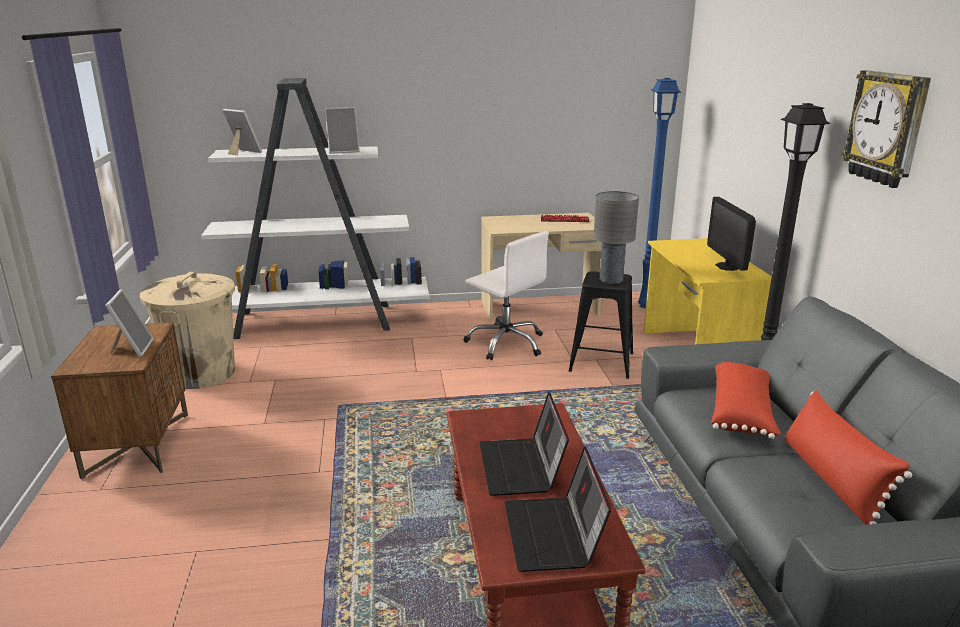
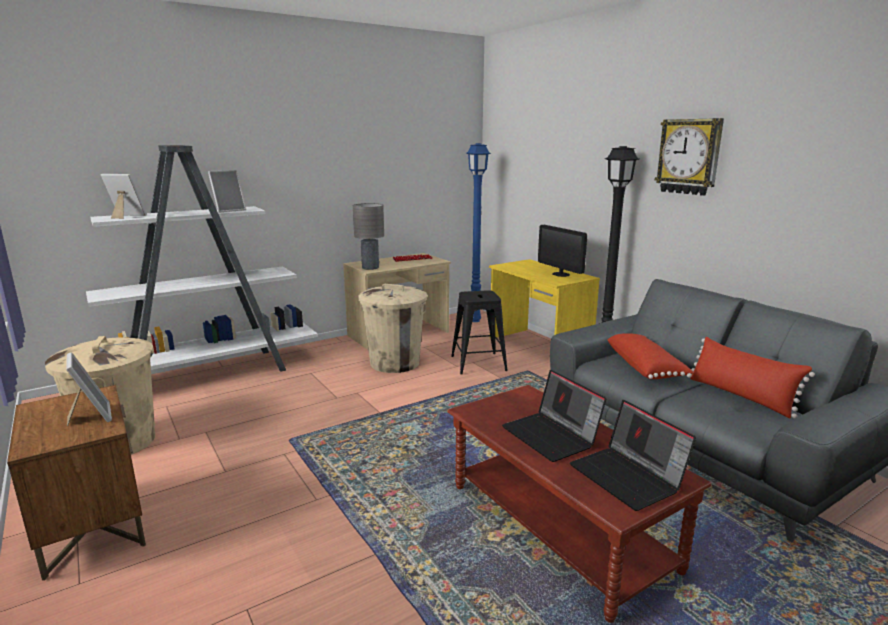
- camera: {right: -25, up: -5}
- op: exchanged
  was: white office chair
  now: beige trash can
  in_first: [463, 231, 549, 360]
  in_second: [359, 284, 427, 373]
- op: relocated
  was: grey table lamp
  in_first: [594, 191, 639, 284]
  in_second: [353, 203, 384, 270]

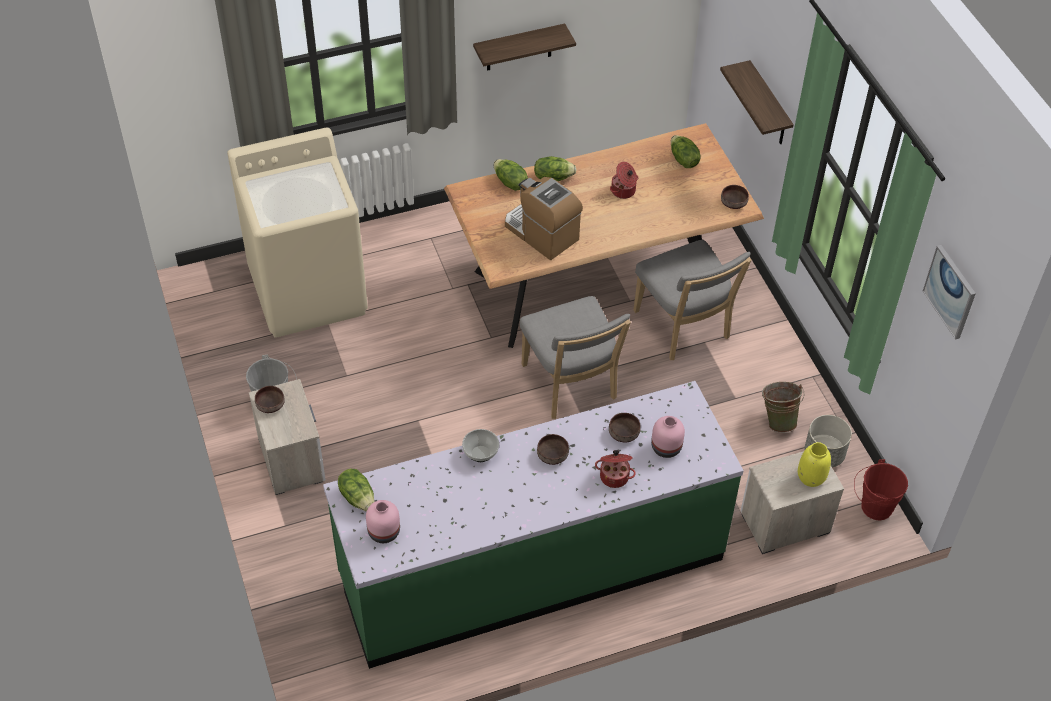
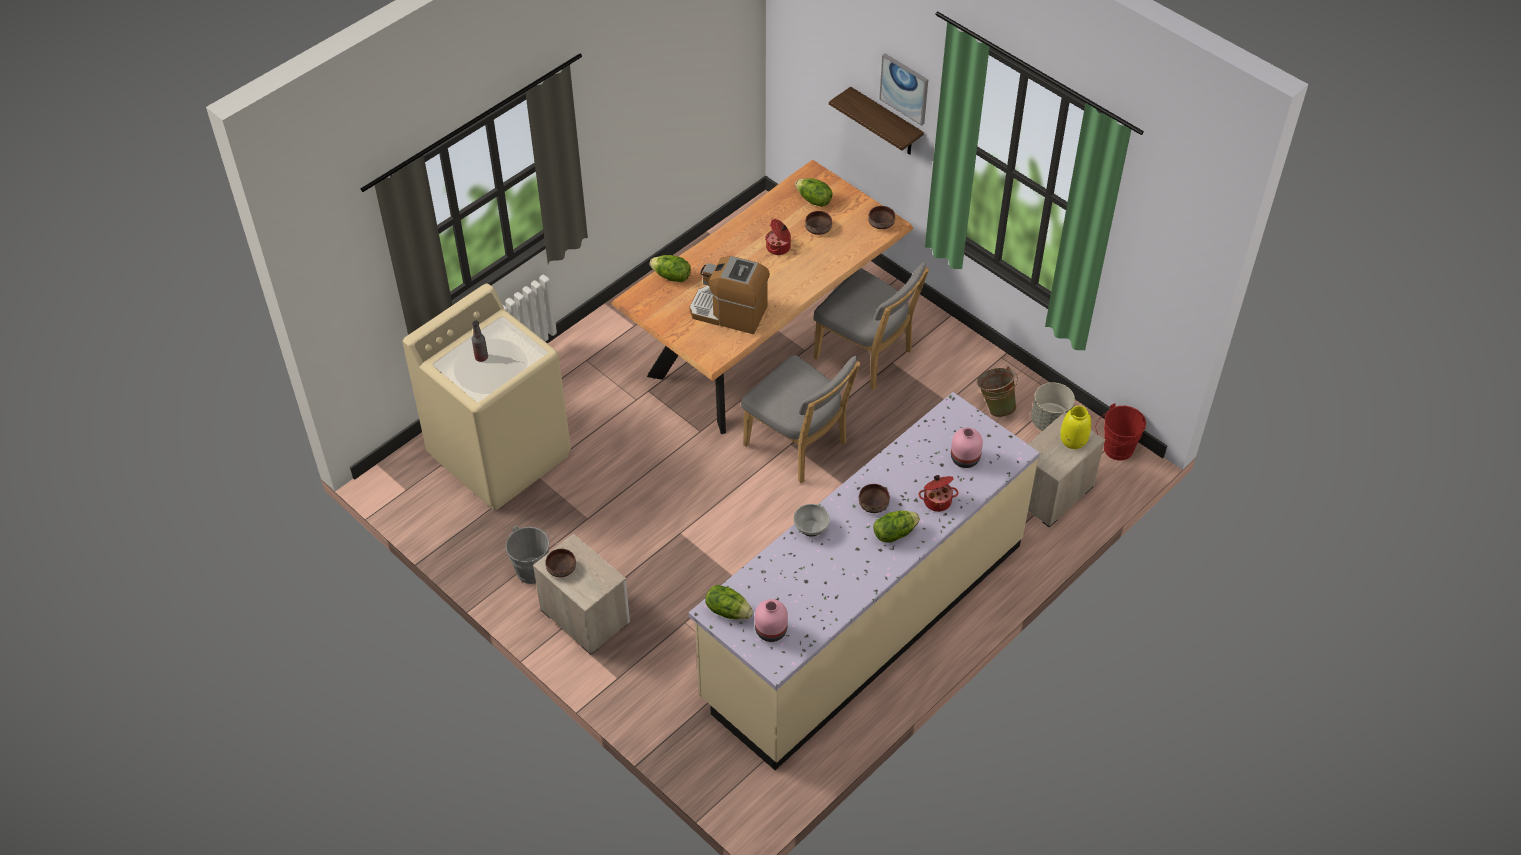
- camera: {right: -25, up: 0}
- op: colour
  was: green counter
  now: beige counter
  in_first: [323, 381, 744, 669]
  in_second: [689, 392, 1040, 770]
- op: missing
  was: shelf
  in_first: [473, 24, 576, 71]
- op: relocated
  was: lettuce
  in_first: [534, 156, 577, 181]
  in_second: [873, 510, 920, 543]
- op: relocated
  was: brown bowl
  in_first: [609, 413, 641, 443]
  in_second: [805, 211, 832, 235]
- op: relocated
  was: picture
  in_first: [923, 245, 976, 340]
  in_second: [879, 53, 928, 126]
- op: appeared
  now: bottle
  in_second: [472, 321, 488, 362]

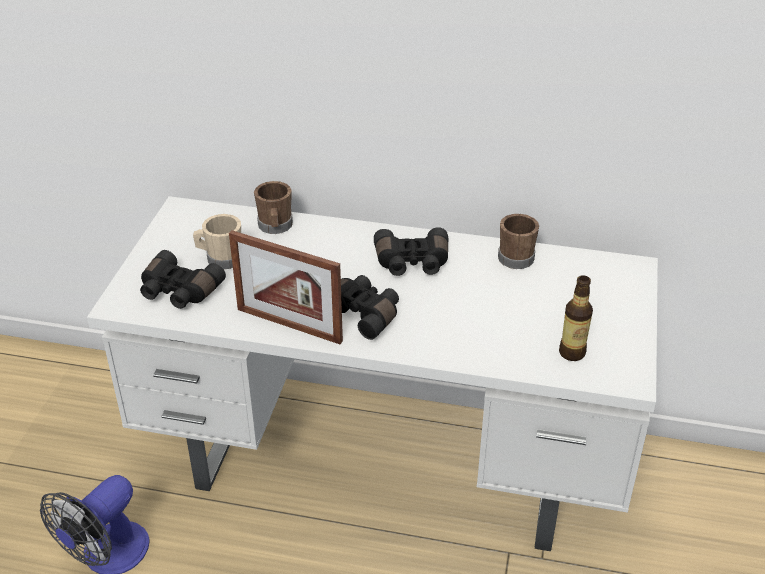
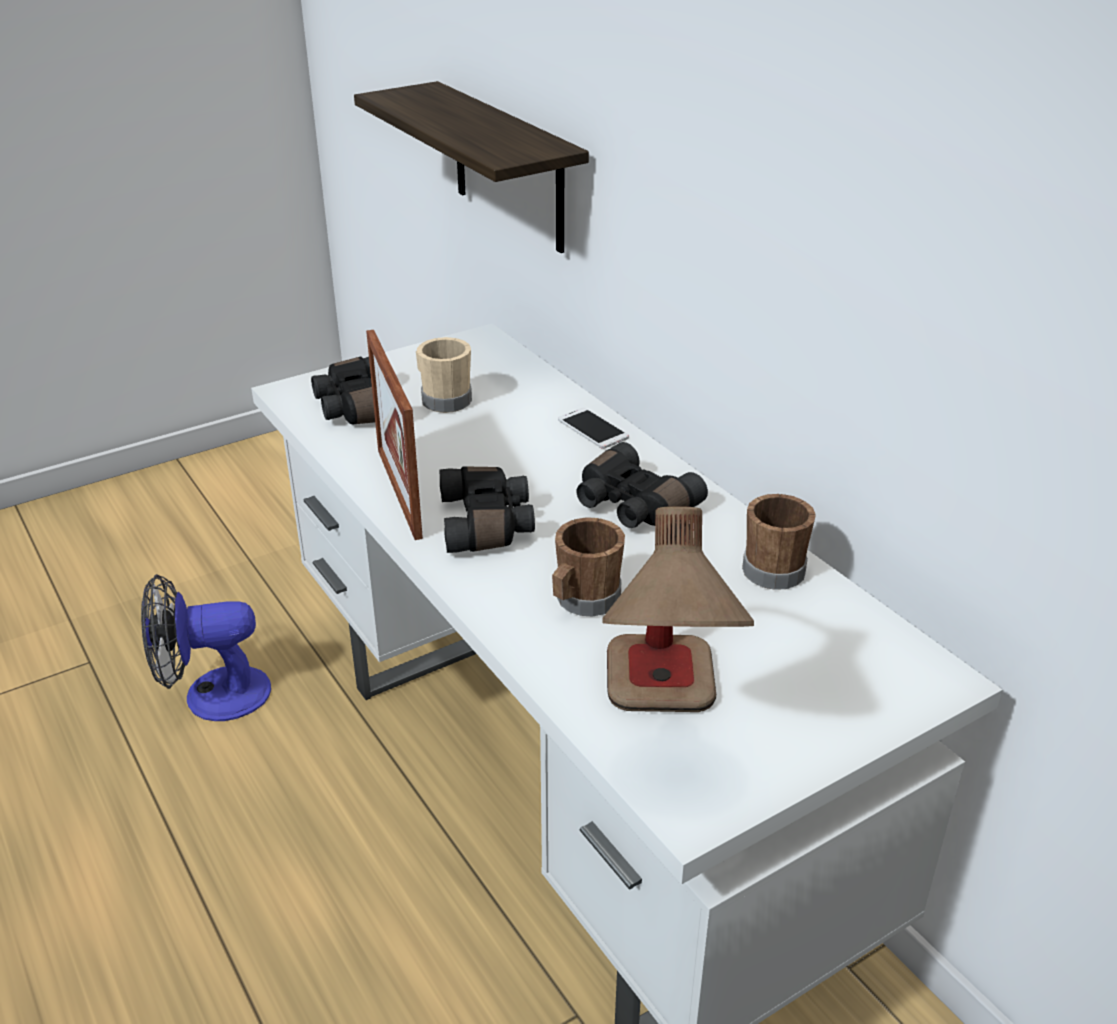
- camera: {right: 45, up: -5}
- op: relocated
  was: brown mug
  in_first: [254, 181, 293, 234]
  in_second: [552, 517, 625, 617]
- op: exchanged
  was: bottle
  now: table lamp
  in_first: [559, 275, 593, 361]
  in_second: [603, 506, 754, 712]
- op: appeared
  now: shelf
  in_second: [354, 81, 589, 253]
- op: appeared
  now: phone
  in_second: [558, 408, 629, 449]

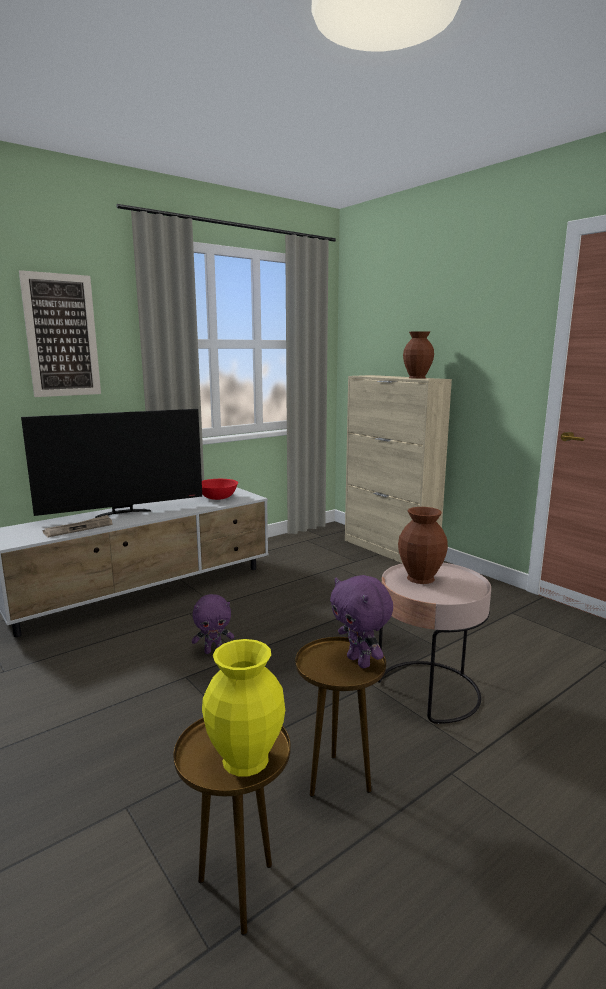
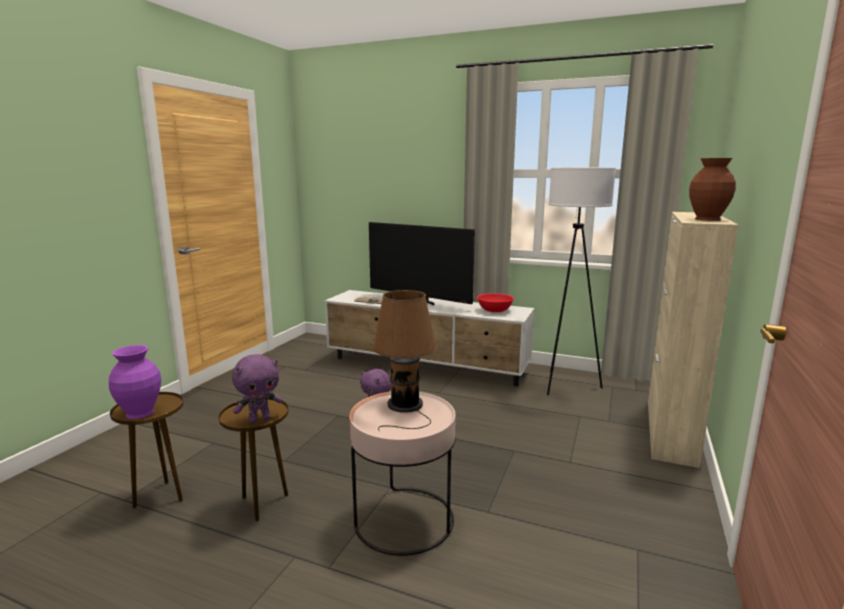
- camera: {right: 60, up: 0}
- op: missing
  was: picture
  in_first: [19, 270, 101, 397]
- op: colour
  was: yellow vase
  now: purple vase
  in_first: [202, 639, 285, 776]
  in_second: [109, 345, 161, 419]
- op: spun
  was: purple plush toy
  in_first: [330, 575, 393, 668]
  in_second: [232, 354, 283, 424]
  clockwise: -150
- op: exchanged
  was: brown vase
  now: brown table lamp
  in_first: [398, 507, 448, 584]
  in_second: [373, 290, 436, 430]
- op: appeared
  now: white floor lamp
  in_second: [547, 167, 616, 395]

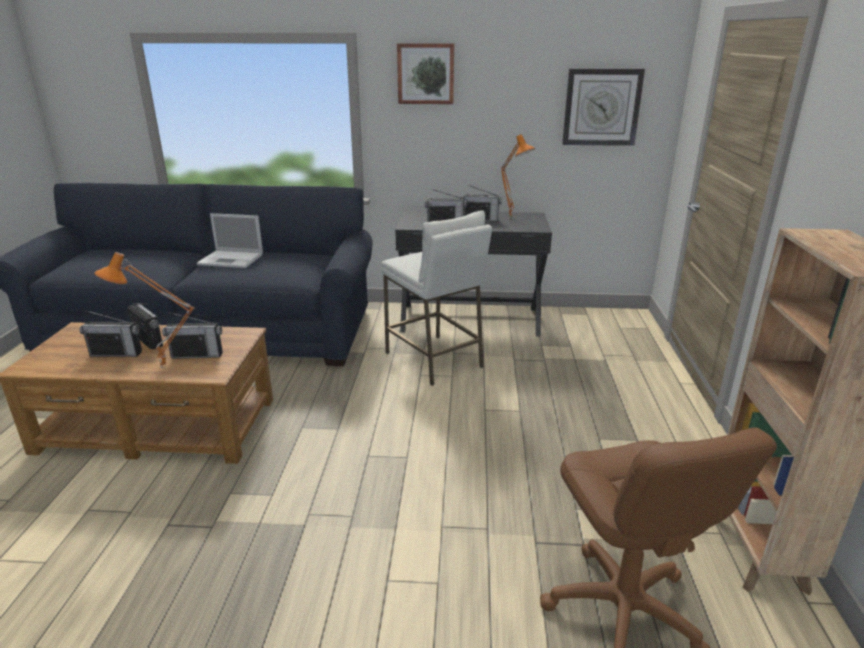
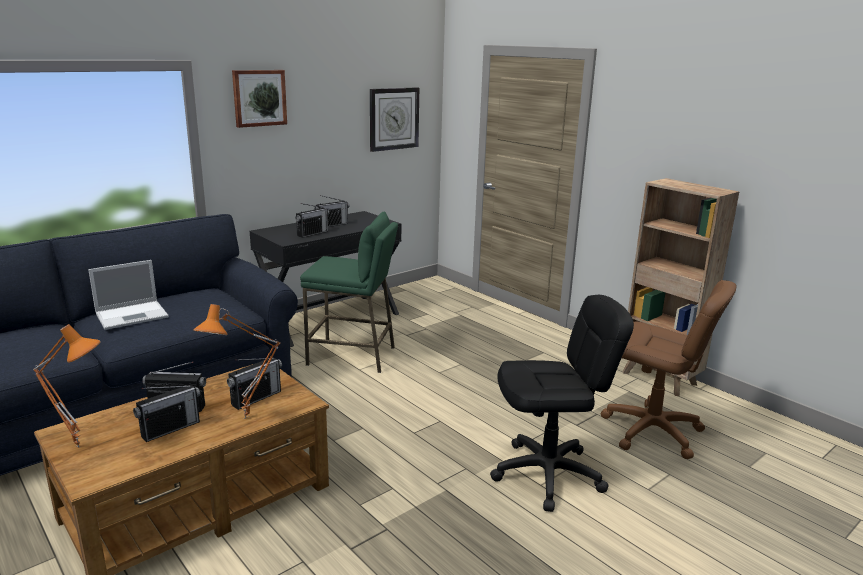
- camera: {right: -45, up: -5}
- op: colour
  was: white stool
  now: green stool
  in_first: [381, 211, 492, 386]
  in_second: [300, 211, 398, 373]
- op: relocated
  was: orange table lamp
  in_first: [501, 134, 535, 219]
  in_second: [33, 324, 101, 448]
- op: appeared
  now: black office chair
  in_second: [490, 295, 634, 512]

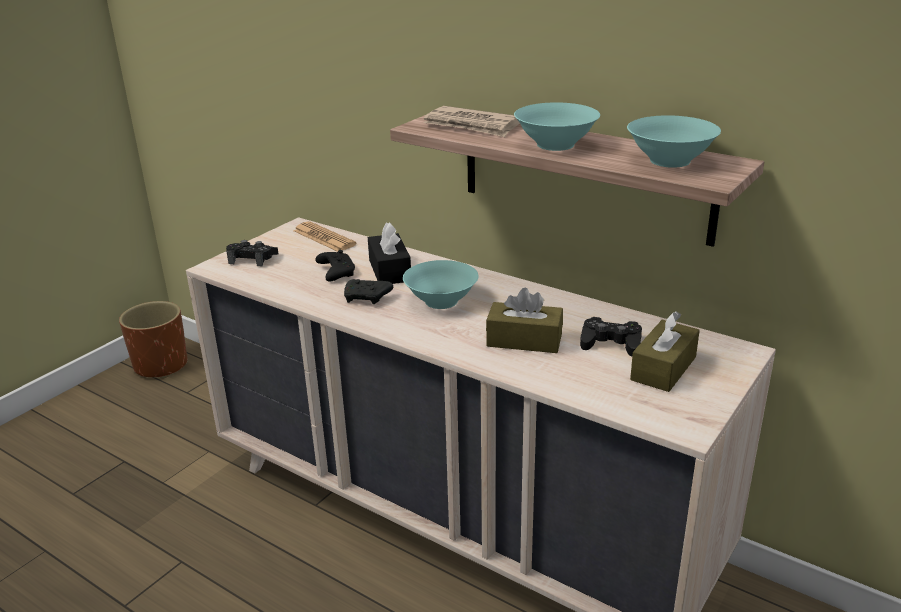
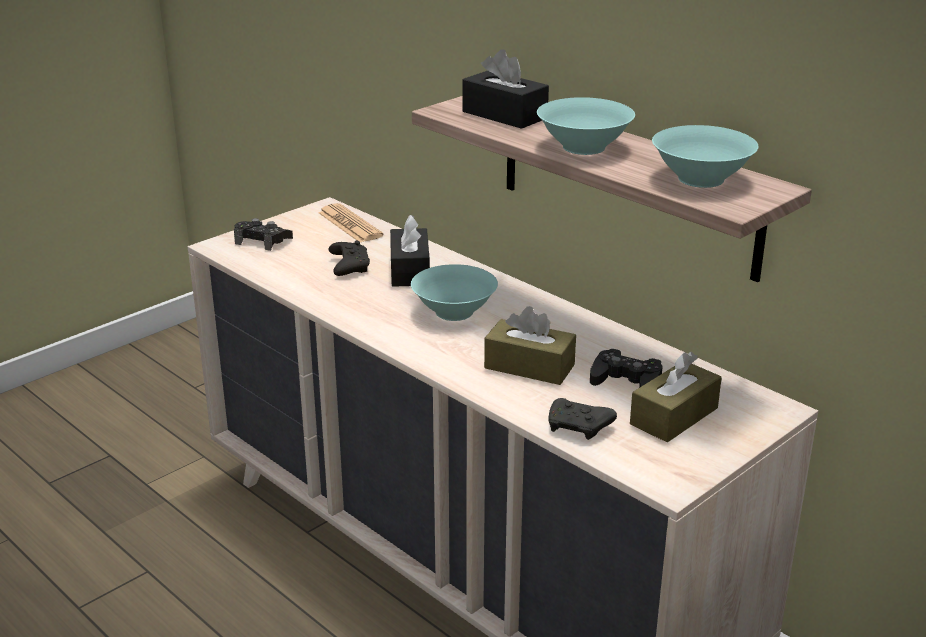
- camera: {right: 10, up: 0}
- op: missing
  was: brown planter
  in_first: [119, 301, 188, 379]
- op: relocated
  was: black game controller
  in_first: [344, 279, 393, 304]
  in_second: [548, 398, 617, 440]
- op: exchanged
  was: newspaper
  now: black tissue box
  in_first: [423, 106, 520, 137]
  in_second: [462, 49, 549, 129]

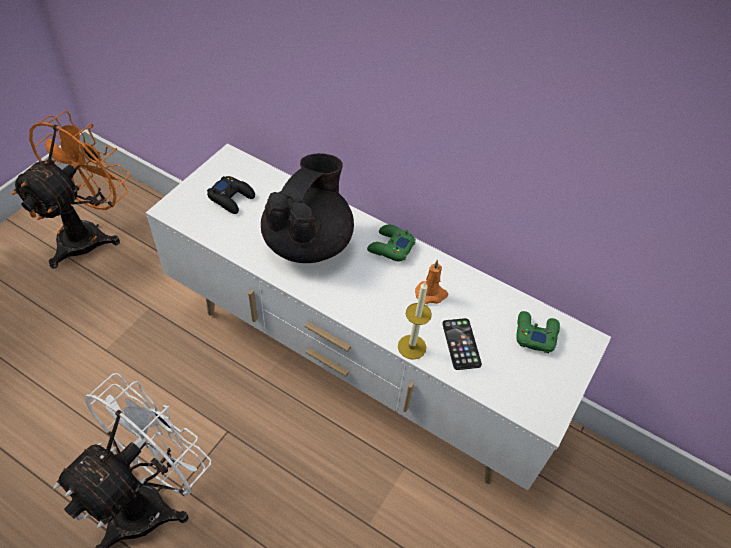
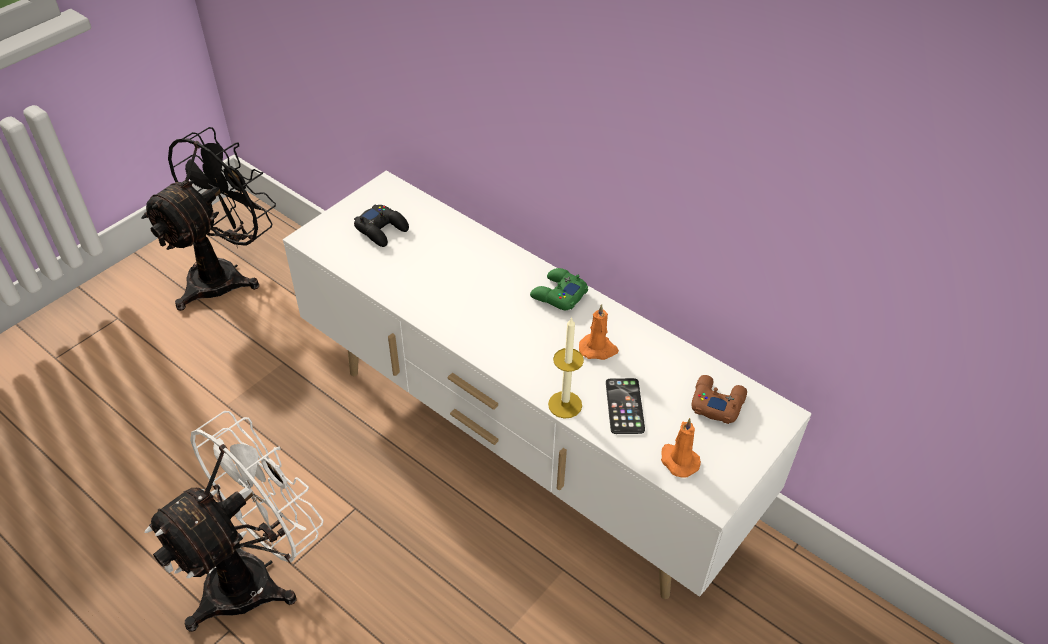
- camera: {right: 10, up: -5}
- op: colour
  was: orange fan
  now: black fan
  in_first: [12, 111, 130, 269]
  in_second: [141, 127, 276, 311]
- op: missing
  was: black teapot
  in_first: [261, 153, 354, 263]
- op: colour
  was: green game controller
  now: brown game controller
  in_first: [516, 311, 560, 353]
  in_second: [691, 375, 747, 424]
- op: appeared
  now: orange candle
  in_second: [661, 418, 701, 477]

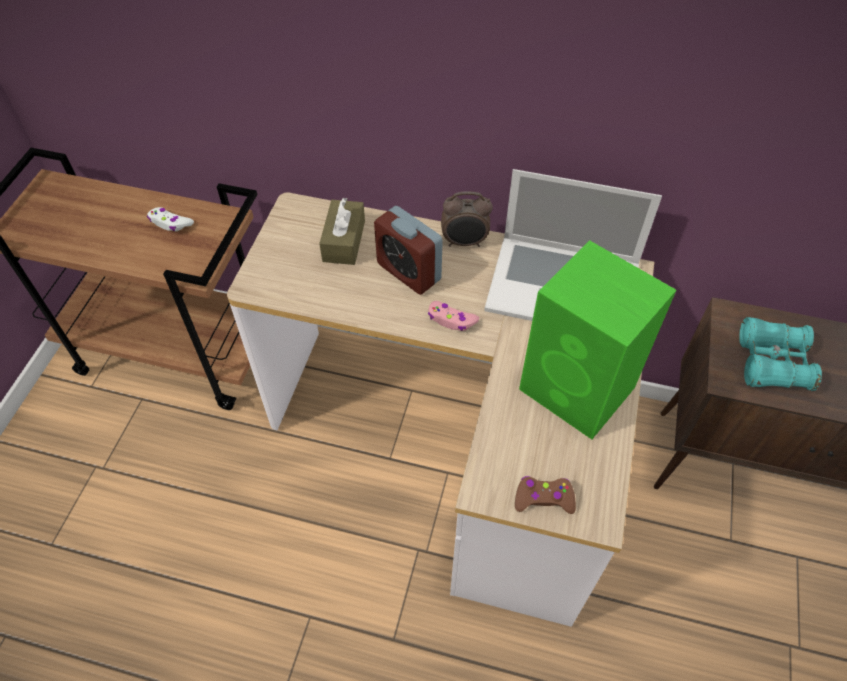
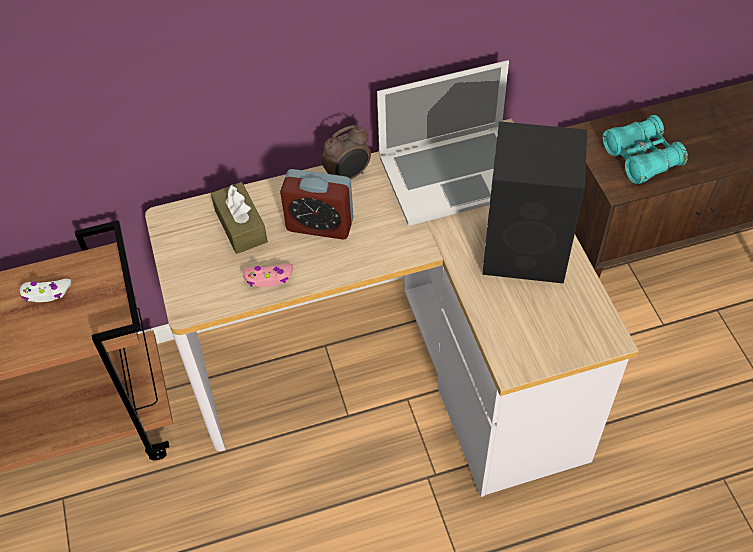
- camera: {right: -30, up: 0}
- op: relocated
  was: pink game controller
  in_first: [428, 301, 479, 331]
  in_second: [243, 263, 293, 287]
- op: missing
  was: brown game controller
  in_first: [515, 476, 576, 514]
- op: colour
  was: green speaker
  now: black speaker
  in_first: [519, 240, 676, 439]
  in_second: [482, 121, 587, 284]

